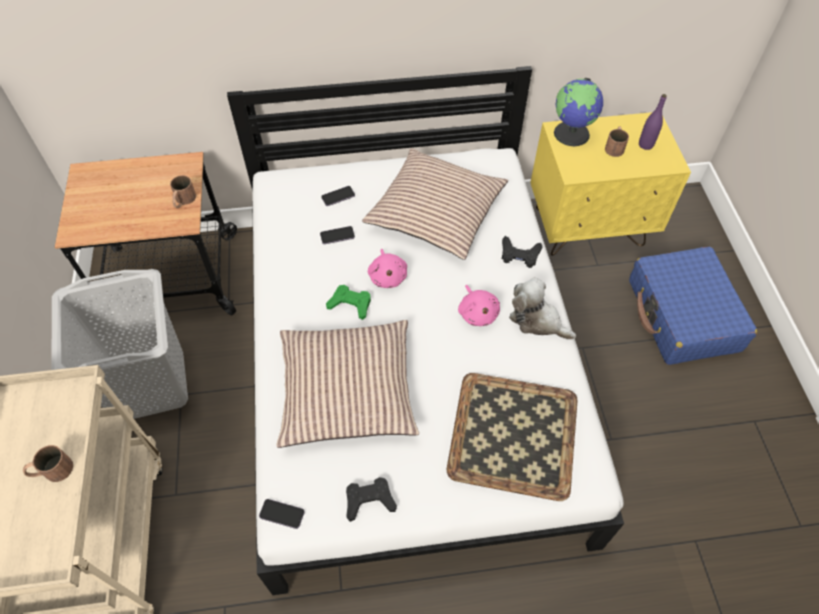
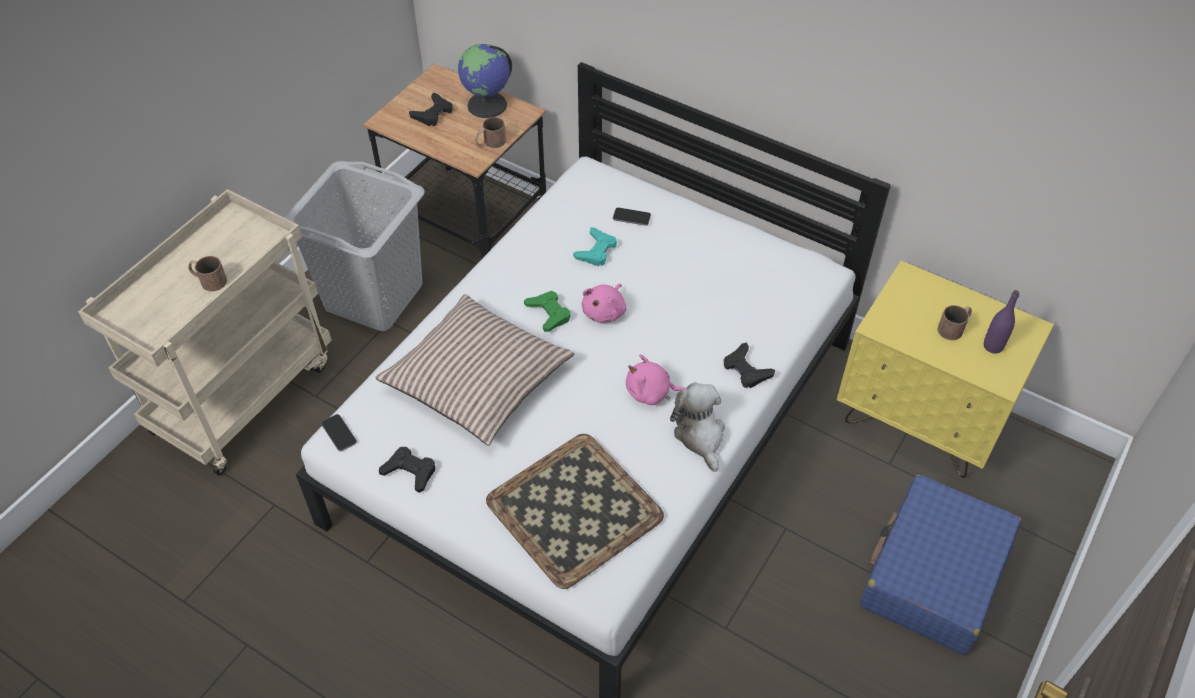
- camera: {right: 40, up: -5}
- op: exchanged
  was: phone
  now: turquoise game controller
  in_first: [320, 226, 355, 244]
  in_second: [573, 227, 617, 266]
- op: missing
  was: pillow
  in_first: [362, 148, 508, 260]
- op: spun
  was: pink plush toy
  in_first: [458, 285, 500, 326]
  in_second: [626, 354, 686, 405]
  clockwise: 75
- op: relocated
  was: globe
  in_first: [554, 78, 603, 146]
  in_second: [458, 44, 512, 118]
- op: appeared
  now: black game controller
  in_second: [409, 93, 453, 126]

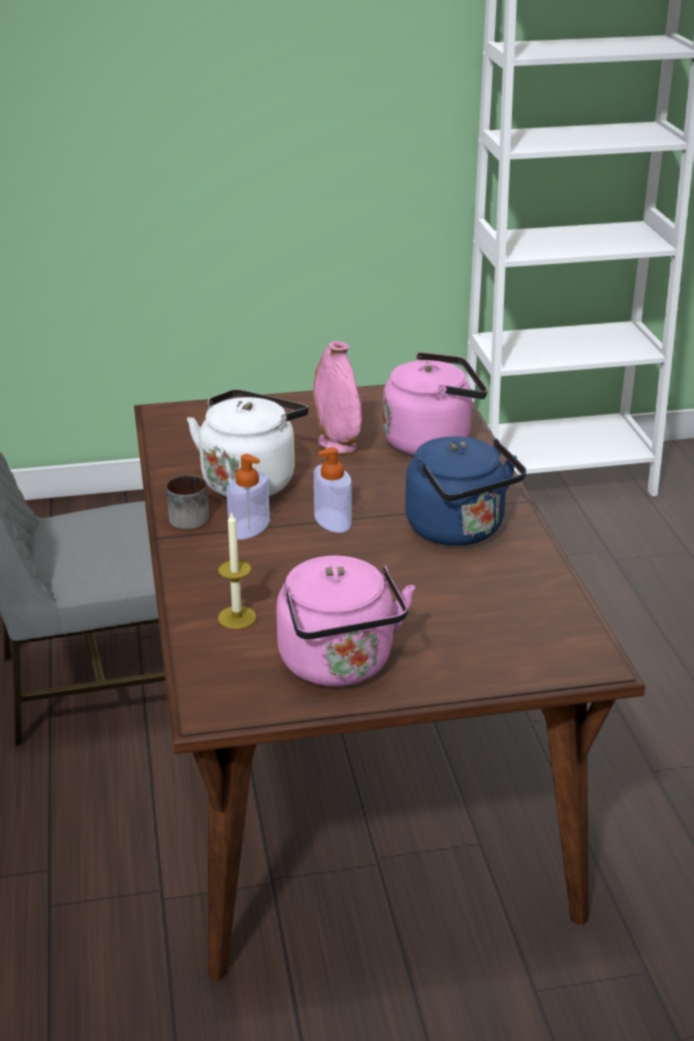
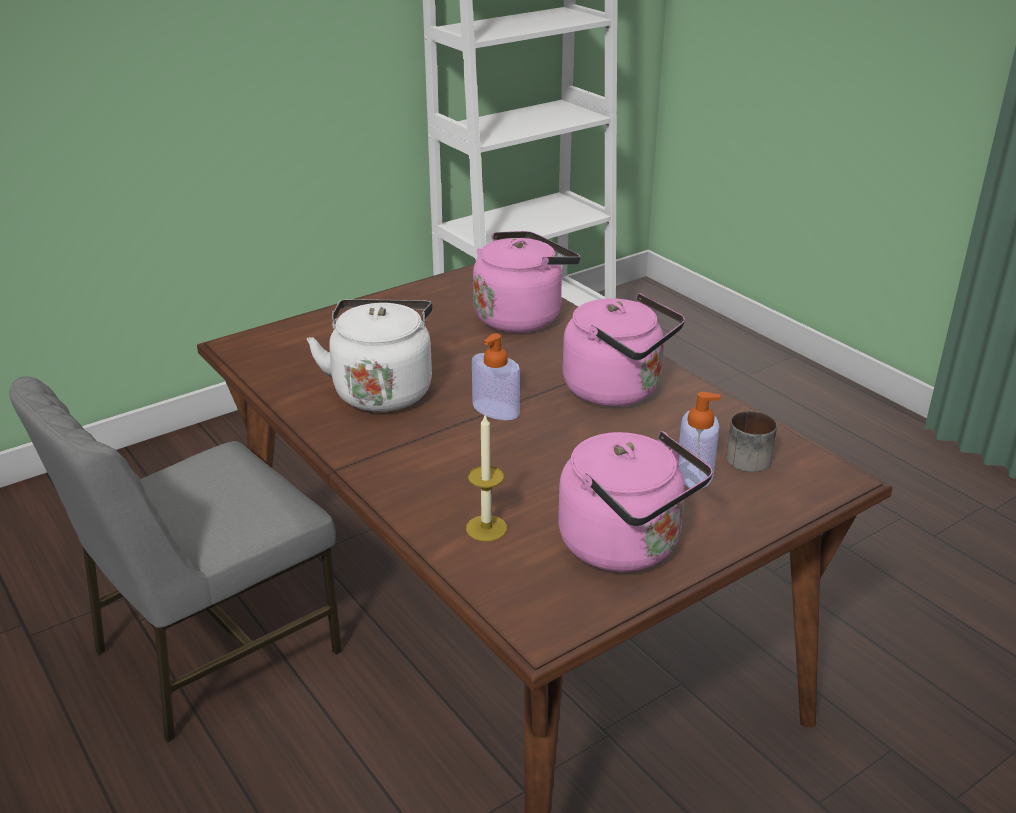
- camera: {right: -25, up: 0}
- op: relocated
  was: mug
  in_first: [166, 475, 209, 529]
  in_second: [726, 411, 777, 472]
- op: relocated
  was: soap dispenser
  in_first: [226, 454, 270, 540]
  in_second: [678, 392, 721, 489]
- op: missing
  was: pink vase
  in_first: [313, 341, 362, 455]
- op: colour
  was: blue kettle
  now: pink kettle
  in_first: [405, 436, 526, 546]
  in_second: [563, 293, 685, 407]

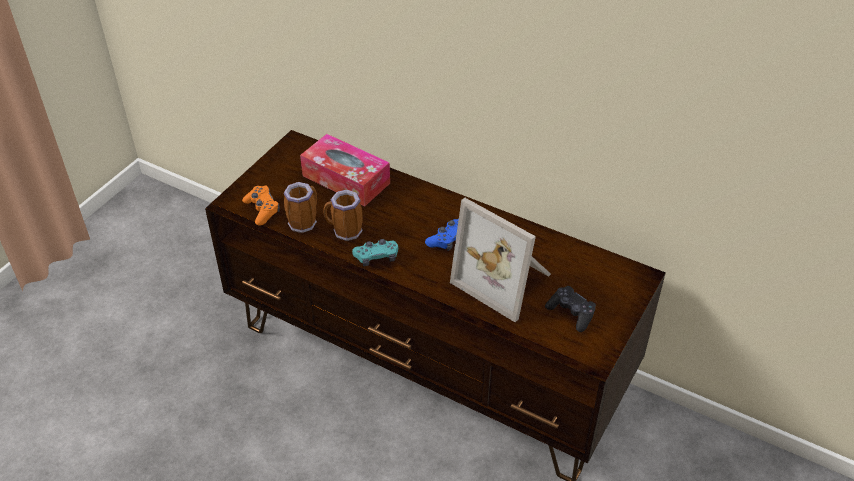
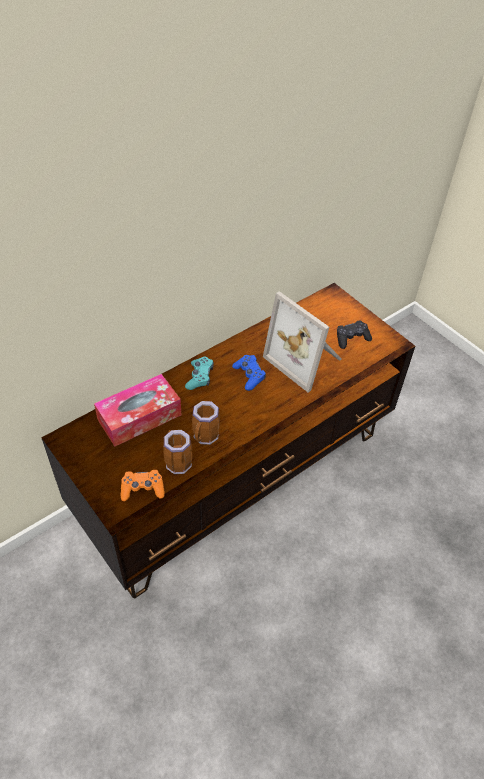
- camera: {right: -70, up: 5}
- op: relocated
  was: turquoise game controller
  in_first: [352, 239, 398, 266]
  in_second: [185, 357, 214, 390]
- op: spun
  was: picture frame
  in_first: [450, 198, 551, 322]
  in_second: [263, 291, 342, 392]
  clockwise: 75

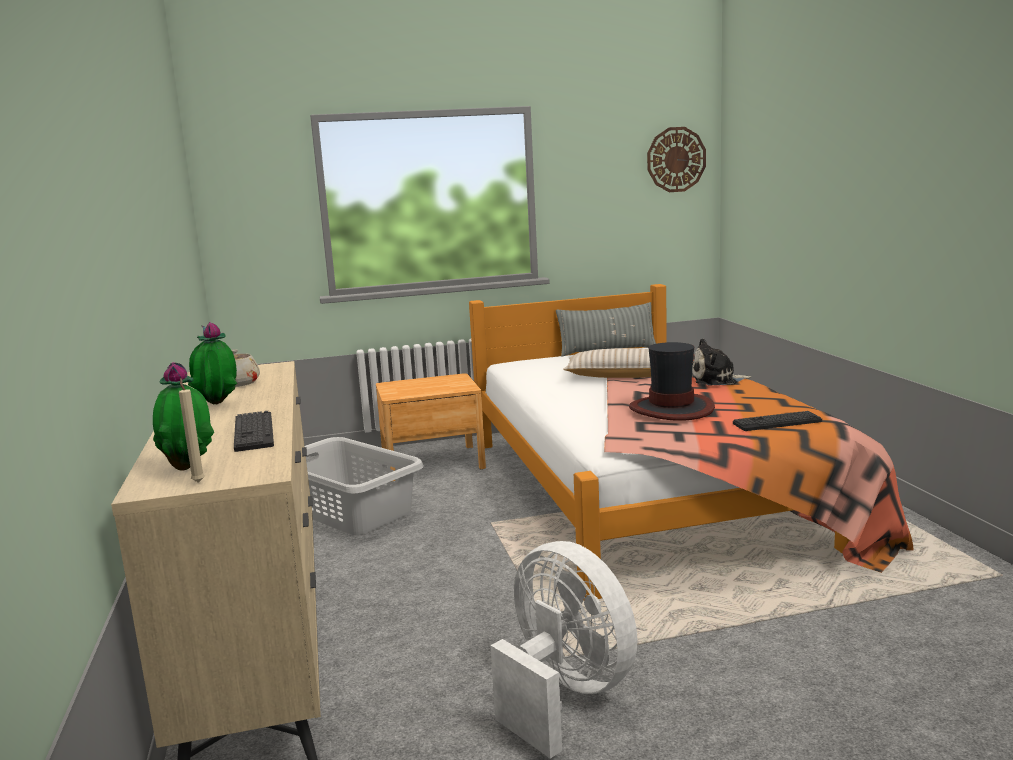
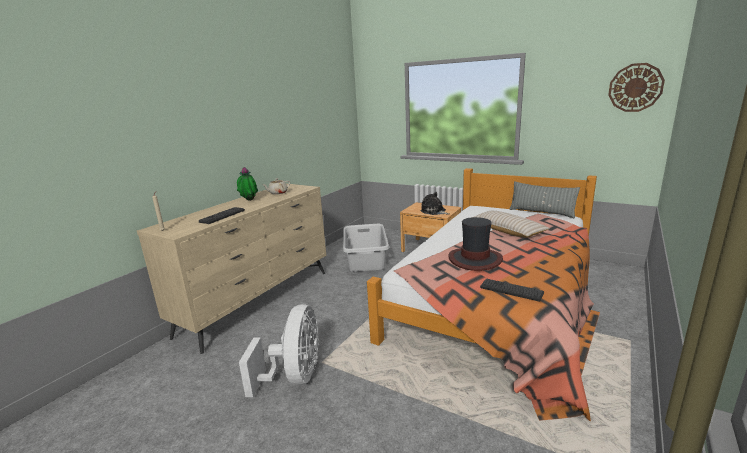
- camera: {right: 45, up: 5}
- op: missing
  was: potted plant
  in_first: [153, 362, 214, 471]
- op: relocated
  was: plush toy
  in_first: [692, 338, 751, 385]
  in_second: [421, 192, 450, 215]

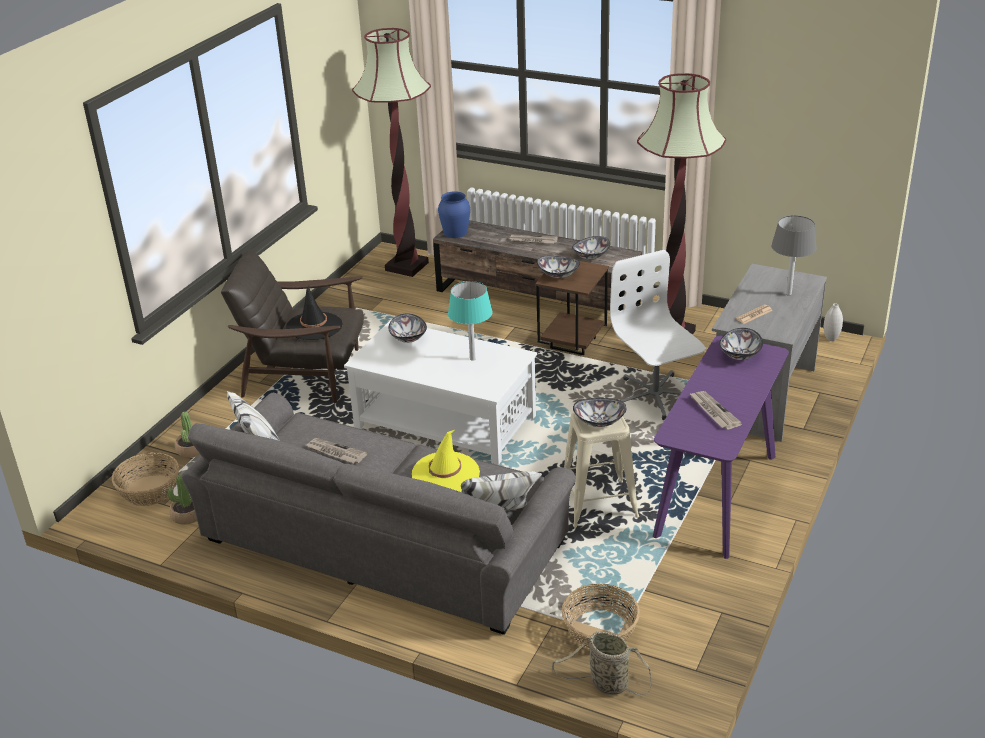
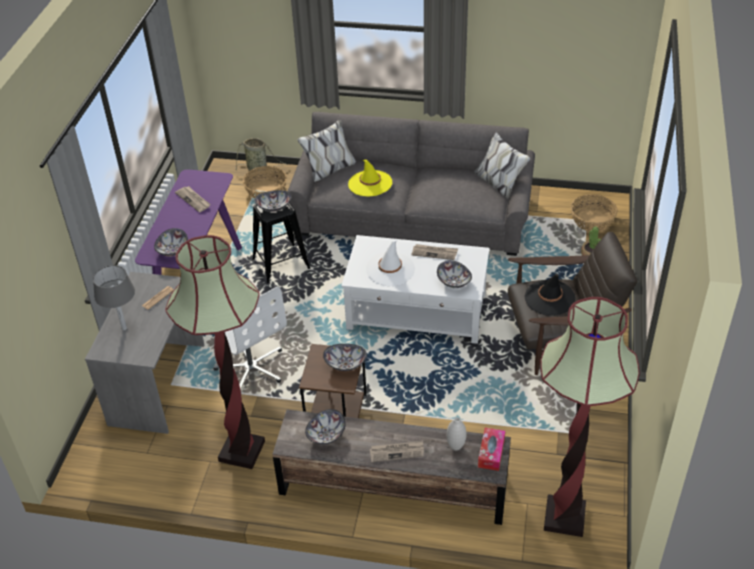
- camera: {right: 165, up: 10}
- op: missing
  was: potted plant
  in_first: [167, 474, 197, 525]
- op: relocated
  was: newspaper
  in_first: [306, 438, 367, 463]
  in_second: [411, 244, 458, 260]
- op: exchanged
  was: blue vase
  now: tissue box
  in_first: [438, 191, 470, 238]
  in_second: [478, 428, 505, 471]
- op: exchanged
  was: turquoise table lamp
  now: white hat
  in_first: [448, 281, 493, 361]
  in_second: [366, 239, 415, 286]
- op: colour
  was: beige stool
  now: black stool
  in_first: [564, 412, 639, 528]
  in_second: [252, 202, 310, 283]
- op: relocated
  was: white vase
  in_first: [824, 303, 843, 341]
  in_second: [447, 417, 466, 450]

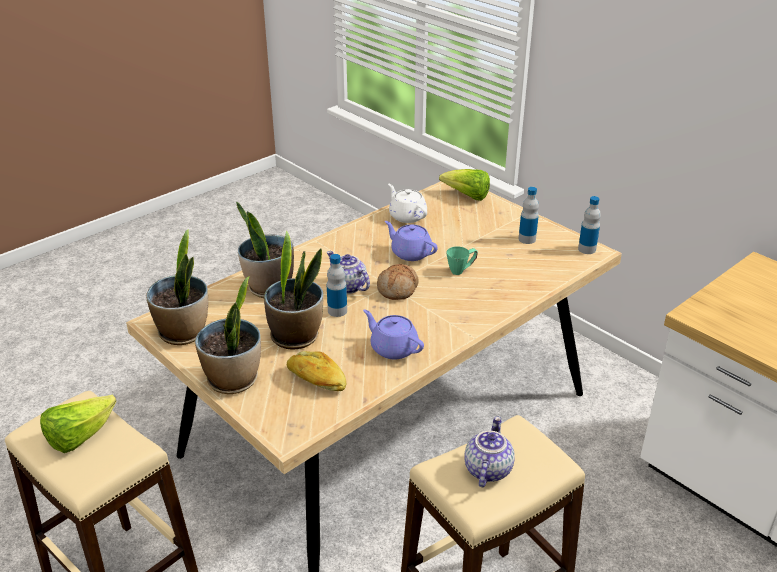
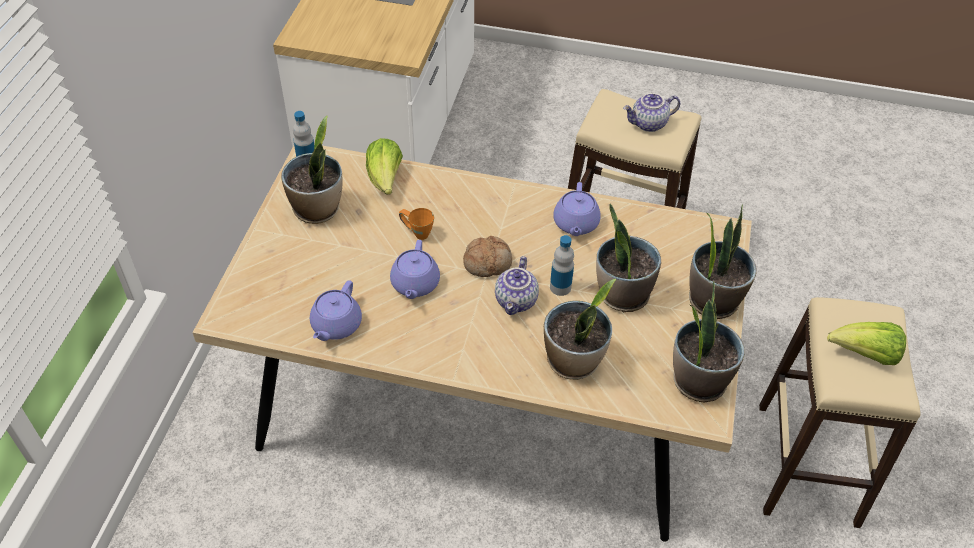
- camera: {right: -125, up: 15}
- op: missing
  was: bread
  in_first: [287, 351, 346, 391]
- op: colour
  was: white teapot
  now: purple teapot
  in_first: [388, 184, 427, 223]
  in_second: [310, 280, 362, 341]
- op: relocated
  was: lettuce
  in_first: [439, 169, 490, 201]
  in_second: [366, 138, 403, 195]
- op: colour
  was: green mug
  now: orange mug
  in_first: [447, 246, 478, 275]
  in_second: [399, 208, 434, 240]
- op: exchanged
  was: bottle
  now: potted plant
  in_first: [519, 187, 539, 244]
  in_second: [281, 116, 343, 224]

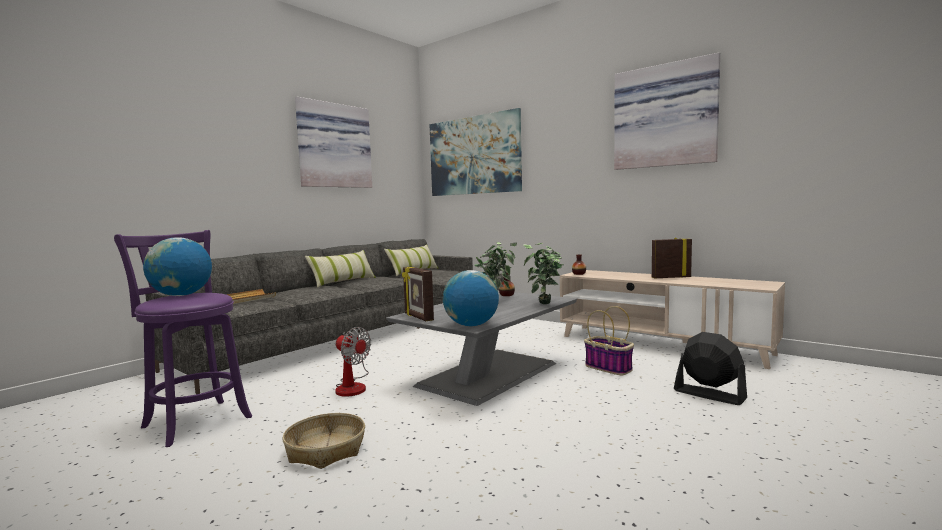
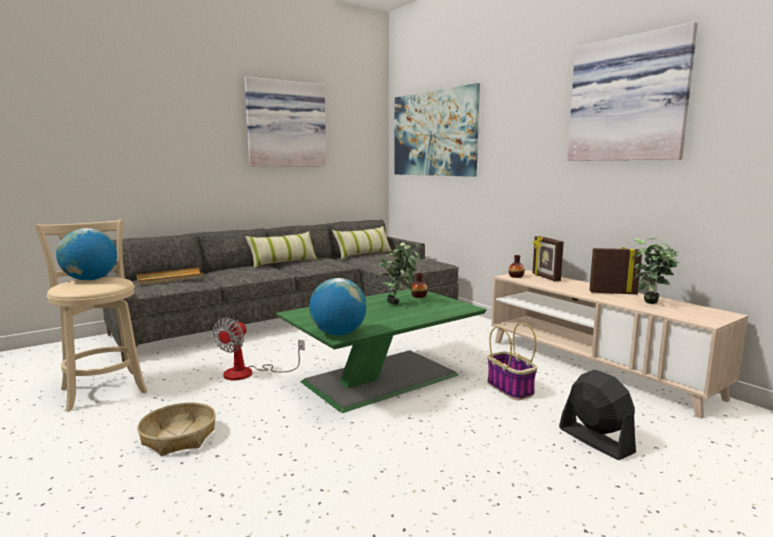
- camera: {right: 15, up: 5}
- op: colour
  was: purple stool
  now: beige stool
  in_first: [114, 230, 252, 447]
  in_second: [35, 219, 148, 411]
- op: spun
  was: fan
  in_first: [335, 327, 371, 396]
  in_second: [213, 318, 305, 380]
  clockwise: 60
- op: colour
  was: grey coffee table
  now: green coffee table
  in_first: [386, 290, 577, 406]
  in_second: [276, 289, 487, 413]
- op: relocated
  was: picture frame
  in_first: [402, 267, 434, 321]
  in_second: [532, 236, 564, 281]
- op: relocated
  was: potted plant
  in_first: [523, 243, 564, 304]
  in_second: [632, 238, 679, 304]

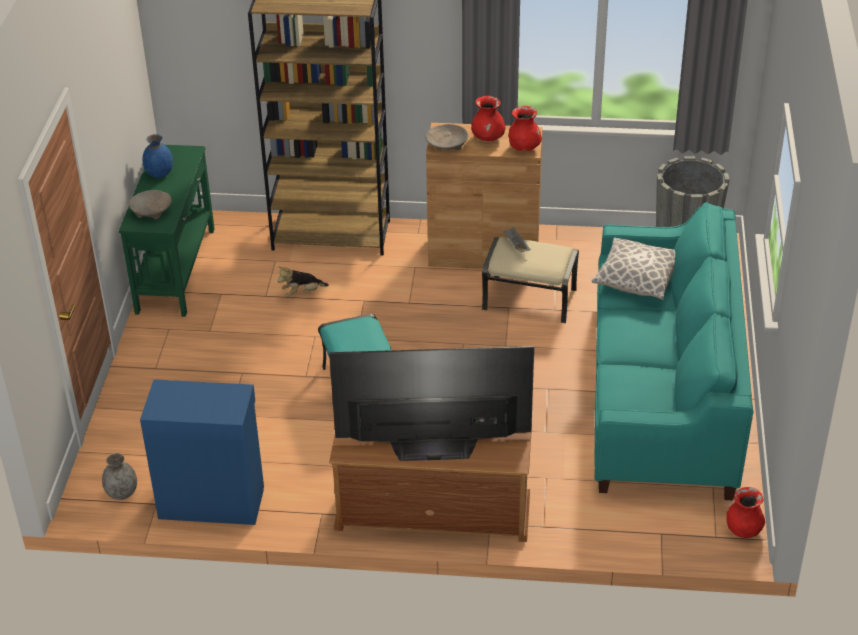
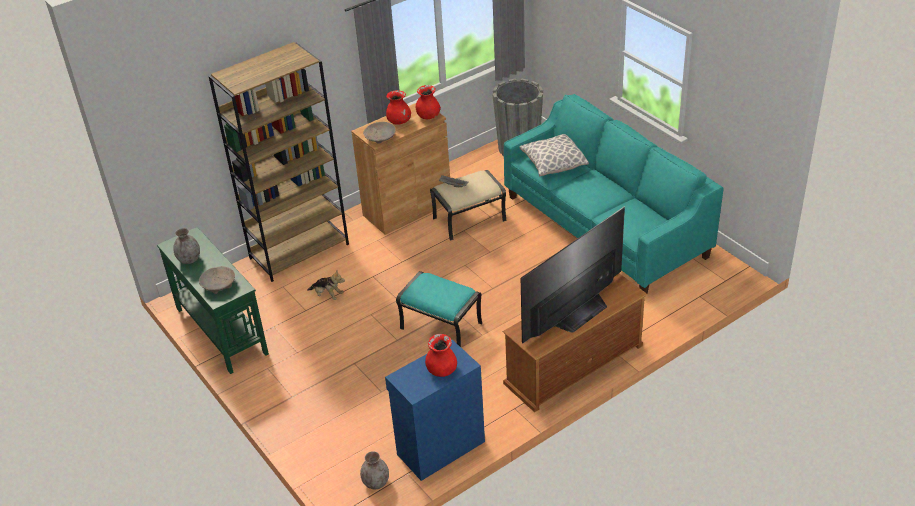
- camera: {right: -40, up: 0}
- op: colour
  was: blue vase
  now: grey vase
  in_first: [142, 134, 173, 178]
  in_second: [173, 228, 200, 264]
- op: spun
  was: plush toy
  in_first: [278, 266, 329, 298]
  in_second: [307, 271, 345, 300]
  clockwise: -90
- op: relocated
  was: red vase
  in_first: [726, 487, 765, 538]
  in_second: [425, 334, 457, 377]

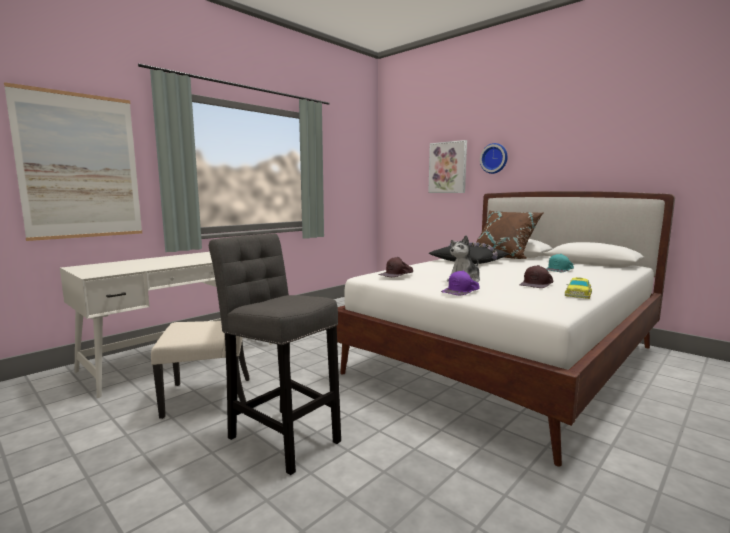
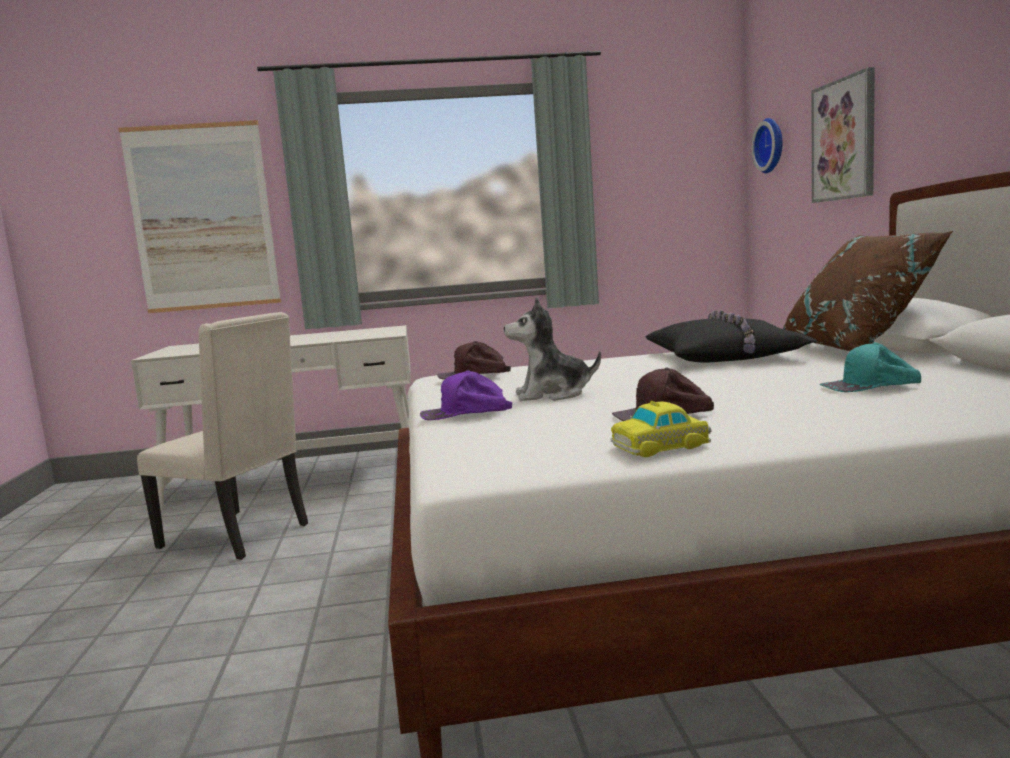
- camera: {right: 40, up: 0}
- op: missing
  was: grey stool
  in_first: [209, 234, 341, 475]
- op: relocated
  was: wall clock
  in_first: [480, 143, 508, 174]
  in_second: [752, 118, 783, 173]

